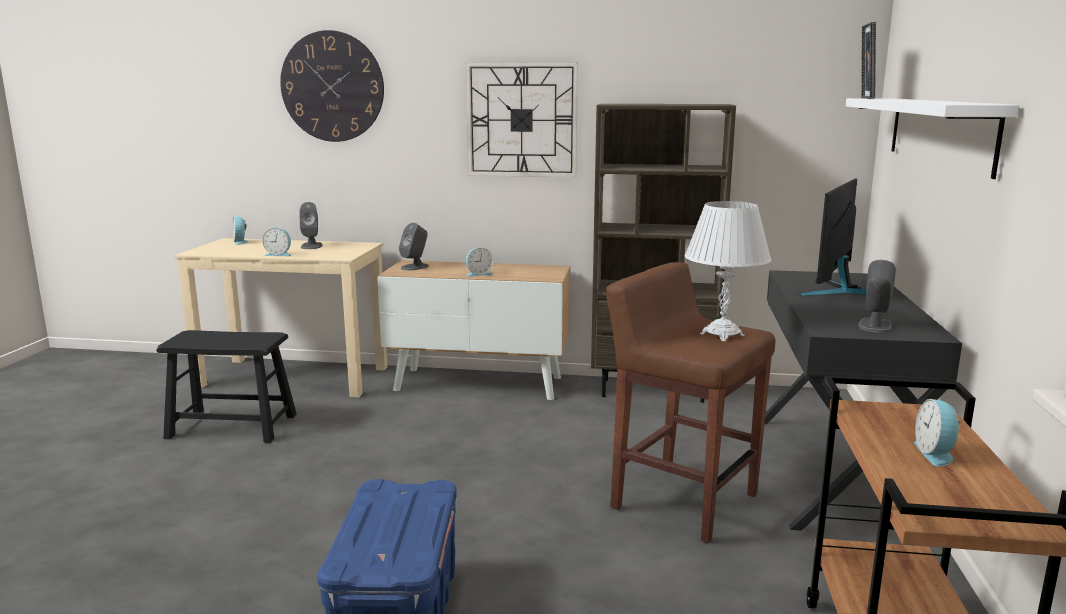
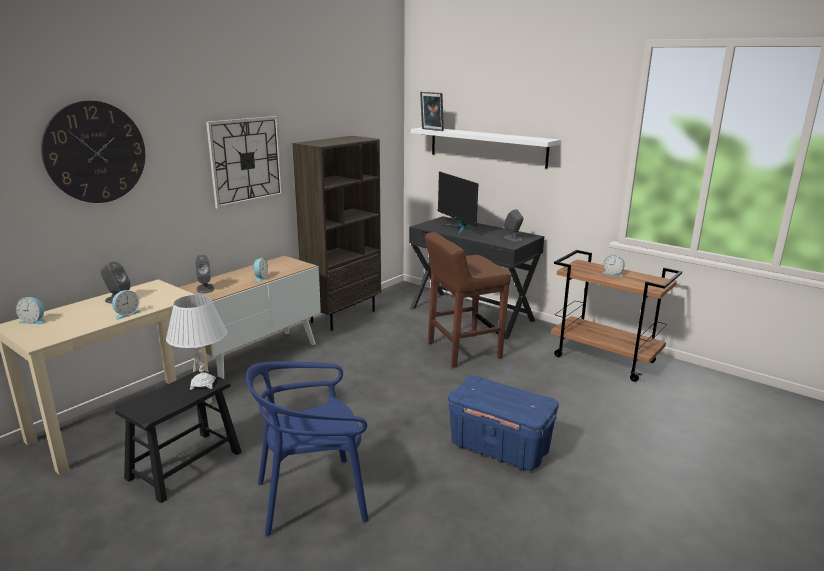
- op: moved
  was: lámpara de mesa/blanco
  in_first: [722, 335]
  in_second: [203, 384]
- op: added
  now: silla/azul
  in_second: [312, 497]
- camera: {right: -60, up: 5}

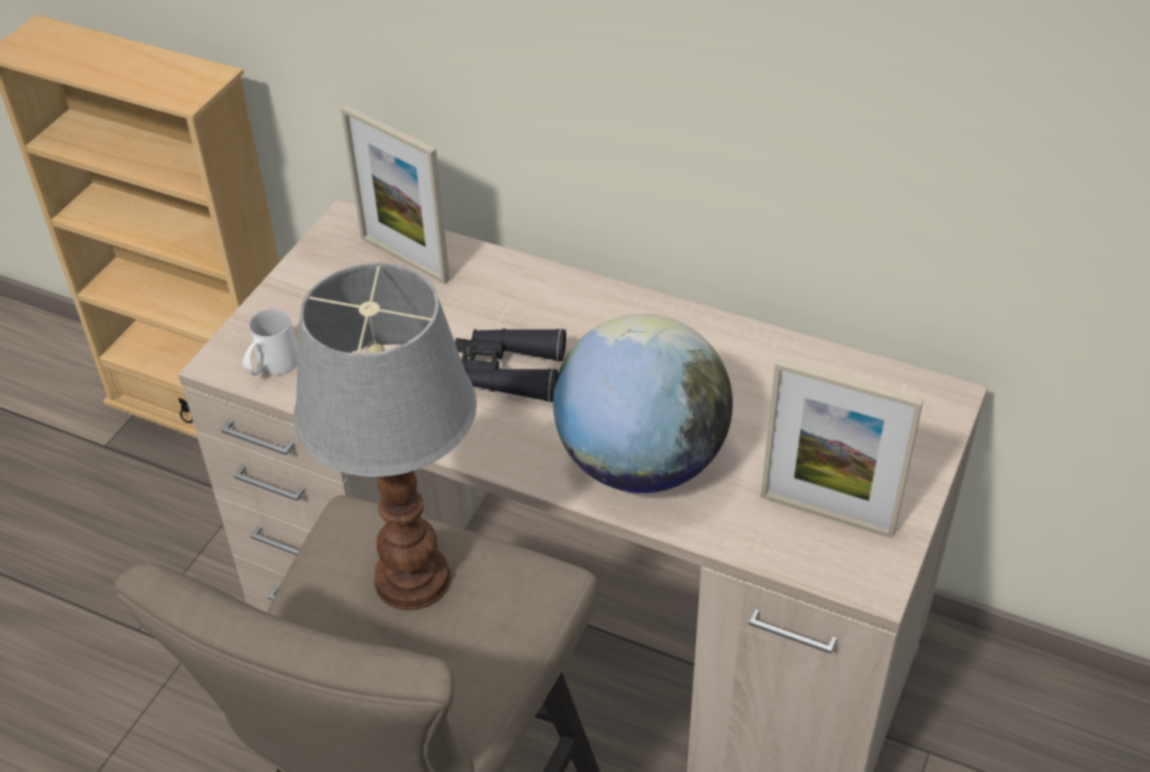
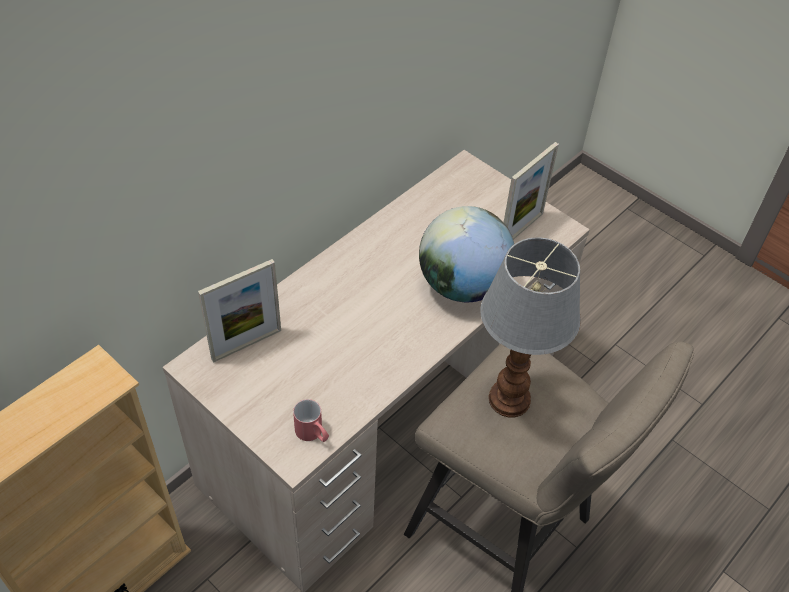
- op: recoloured
  was: taza grande/blanco
  now: taza grande/rojo
  in_first: [271, 368]
  in_second: [313, 434]
- op: removed
  was: prismáticos/negro
  in_first: [507, 372]
- camera: {right: -75, up: 5}

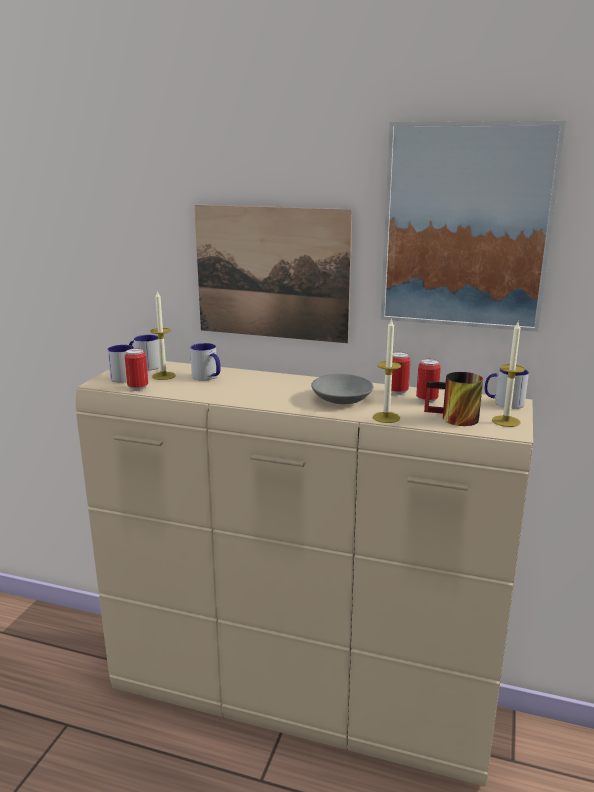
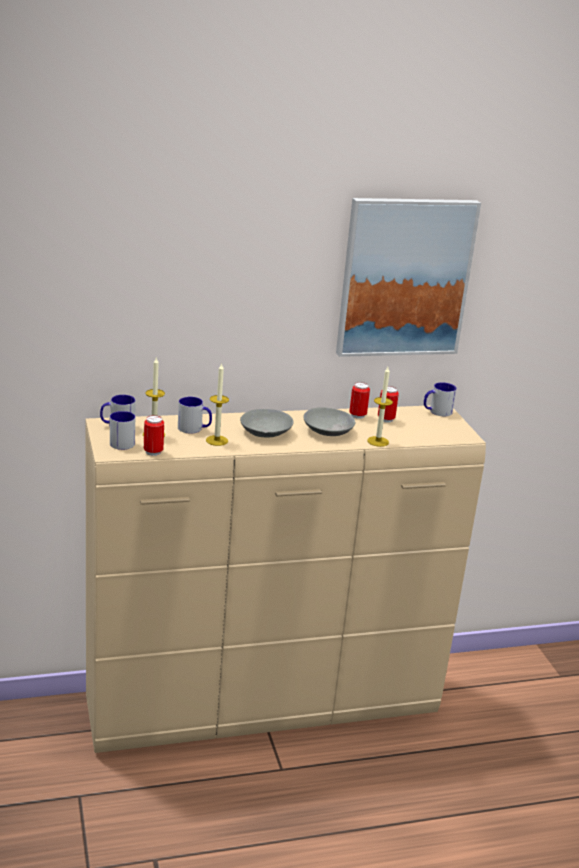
- op: removed
  was: cuadro
  in_first: [272, 273]
- op: removed
  was: taza grande
  in_first: [453, 419]
- op: moved
  was: vela
  in_first: [506, 421]
  in_second: [217, 440]
- op: added
  now: cuenco/gris
  in_second: [265, 432]
- camera: {right: -35, up: 5}

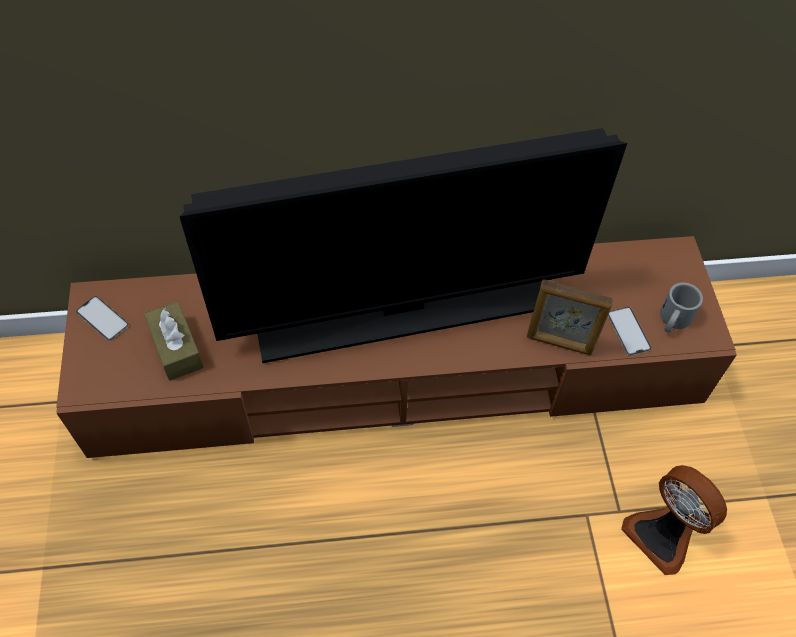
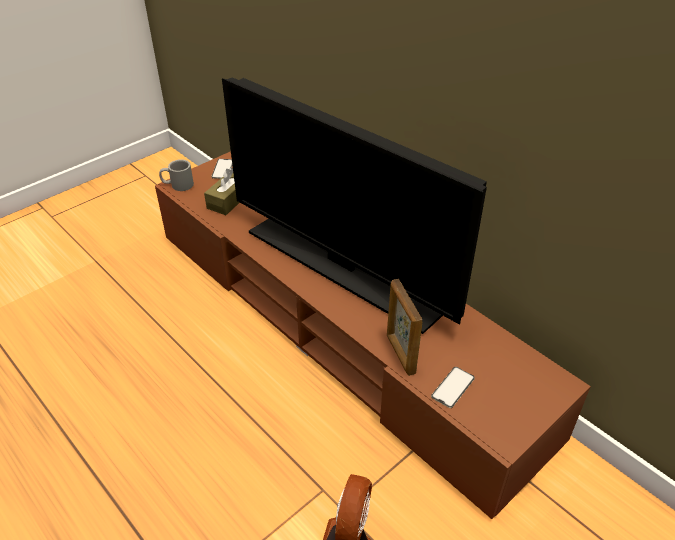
- op: moved
  was: taza grande/gris
  in_first: [672, 321]
  in_second: [177, 185]
- camera: {right: 55, up: -15}

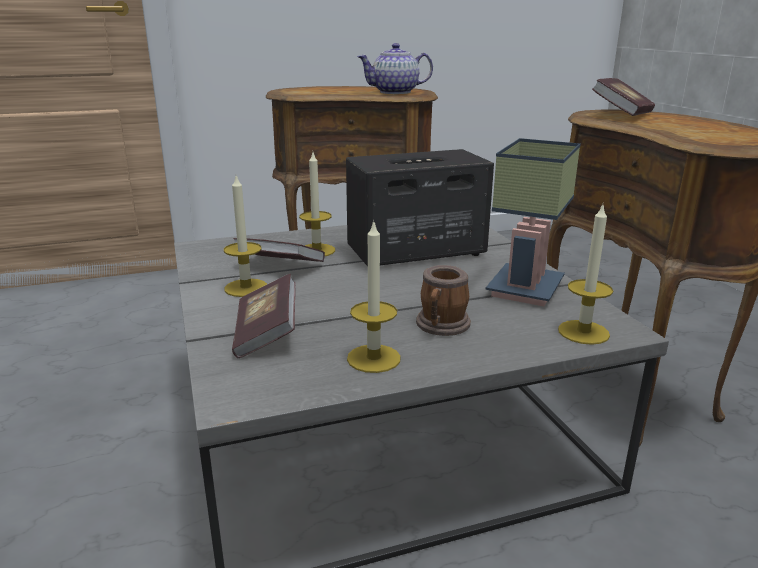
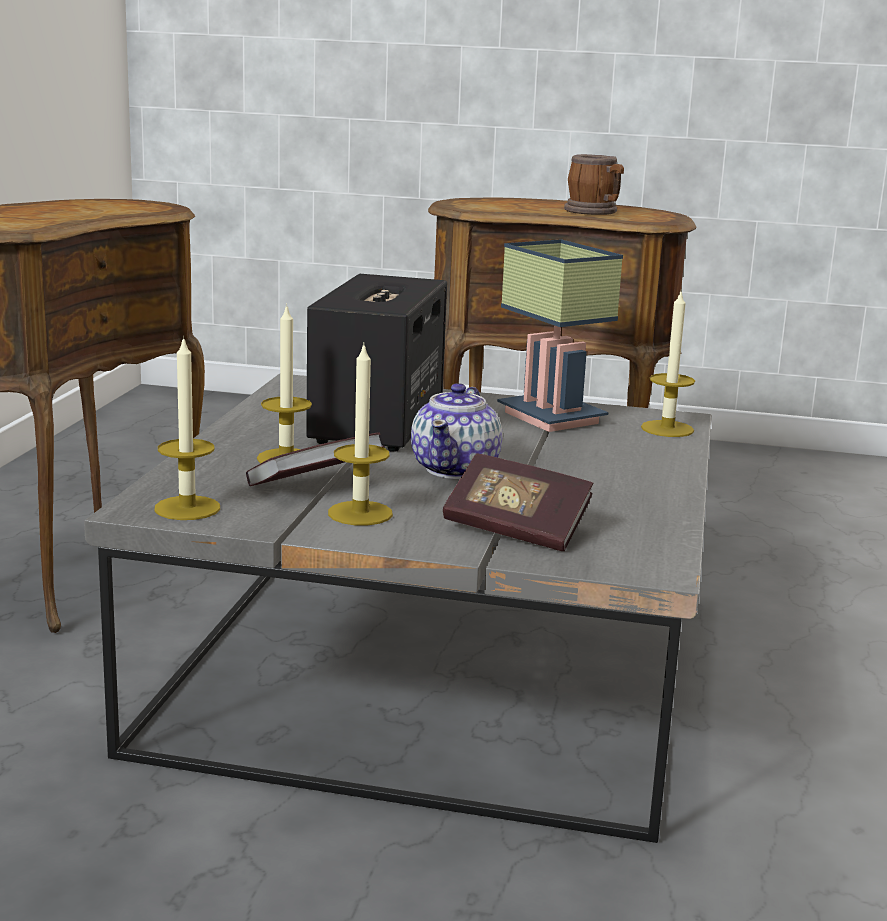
- op: moved
  was: vela
  in_first: [373, 358]
  in_second: [187, 508]
- op: moved
  was: tetera
  in_first: [395, 92]
  in_second: [456, 469]
- op: moved
  was: taza grande
  in_first: [441, 326]
  in_second: [595, 212]
- op: removed
  was: libro
  in_first: [622, 115]
- camera: {right: -60, up: -5}

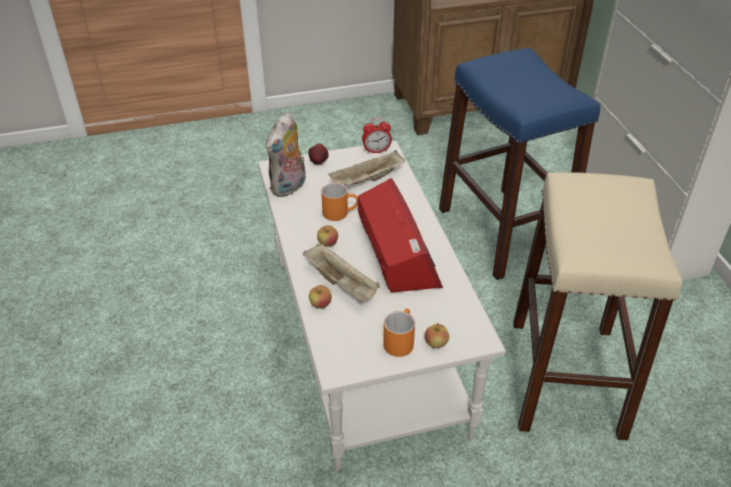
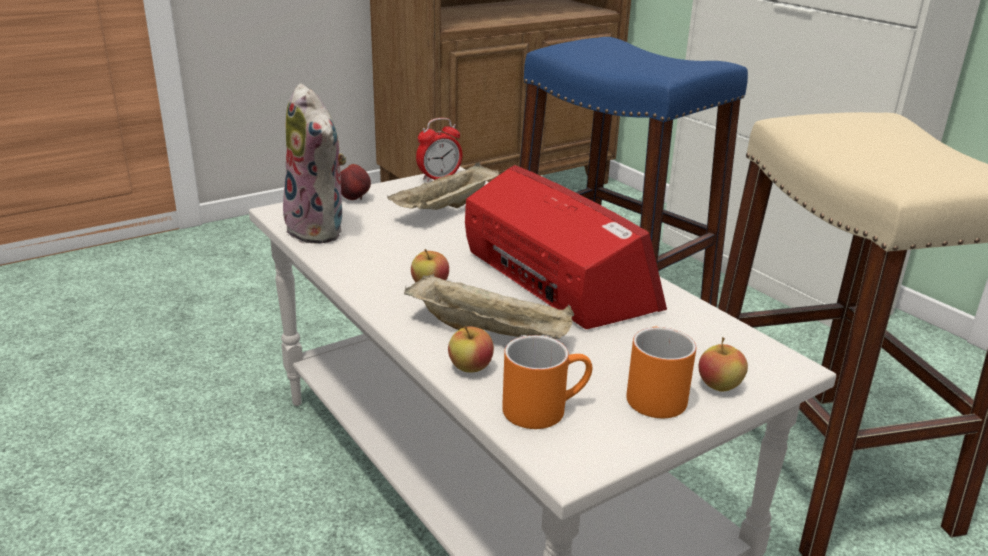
- op: turned
  was: peluche
  in_first: [289, 187]
  in_second: [320, 230]
  clockwise: -45
- op: moved
  was: taza grande/naranja
  in_first: [340, 212]
  in_second: [545, 407]
- camera: {right: -20, up: -15}

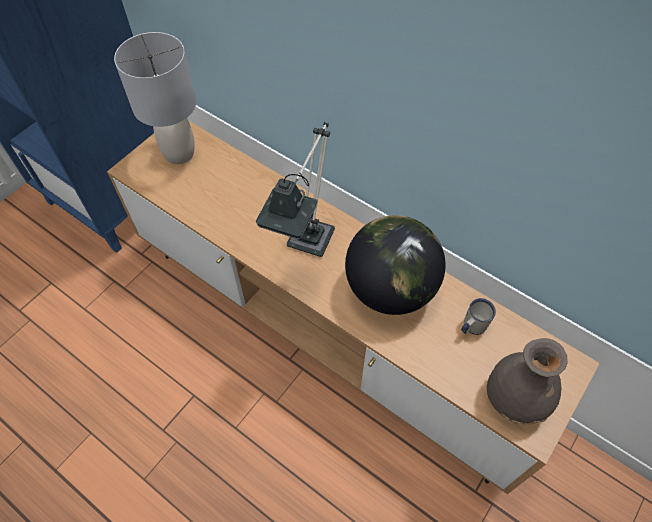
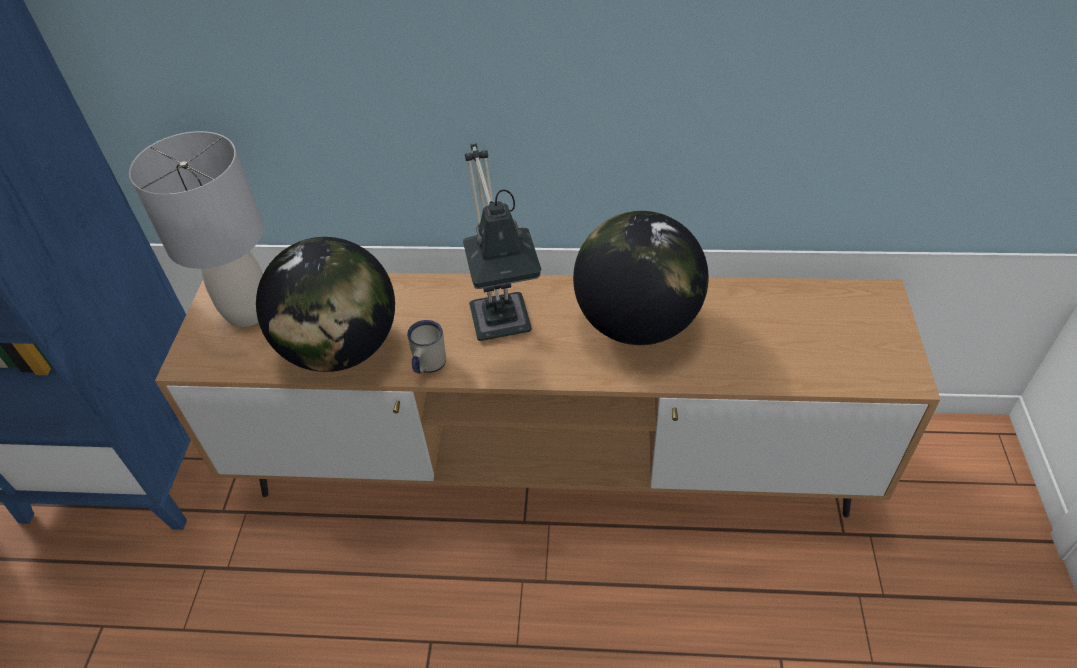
- op: moved
  was: taza grande/blanco
  in_first: [471, 327]
  in_second: [427, 366]
- op: removed
  was: florero/gris
  in_first: [516, 398]
- op: added
  now: globo terráqueo
  in_second: [341, 348]
- camera: {right: -30, up: -10}

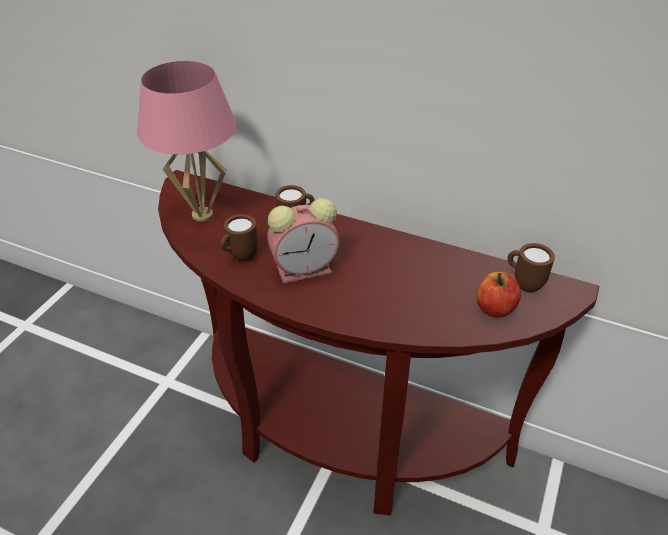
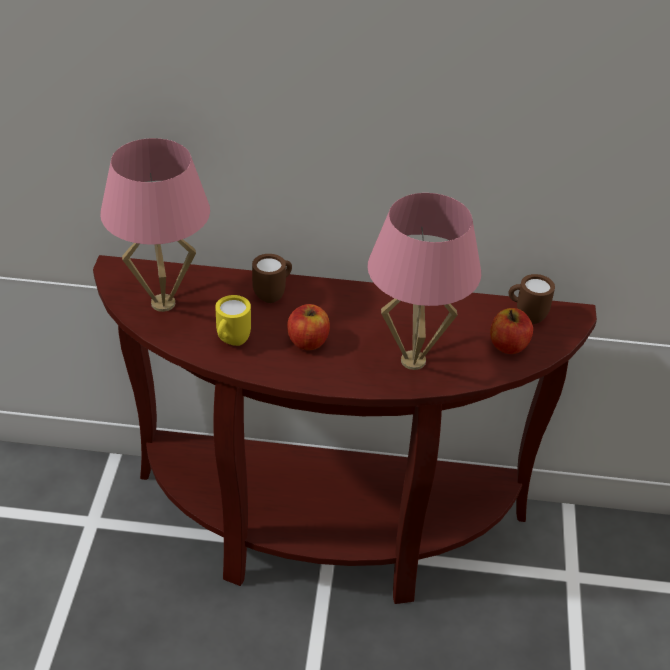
- op: recoloured
  was: taza grande/marrón
  now: taza grande/amarillo
  in_first: [240, 257]
  in_second: [231, 342]
- op: replaced
  was: despertador
  now: manzana
  in_first: [306, 268]
  in_second: [308, 341]
- op: added
  now: lámpara de mesa/rosa
  in_second: [412, 361]
- camera: {right: -20, up: 0}

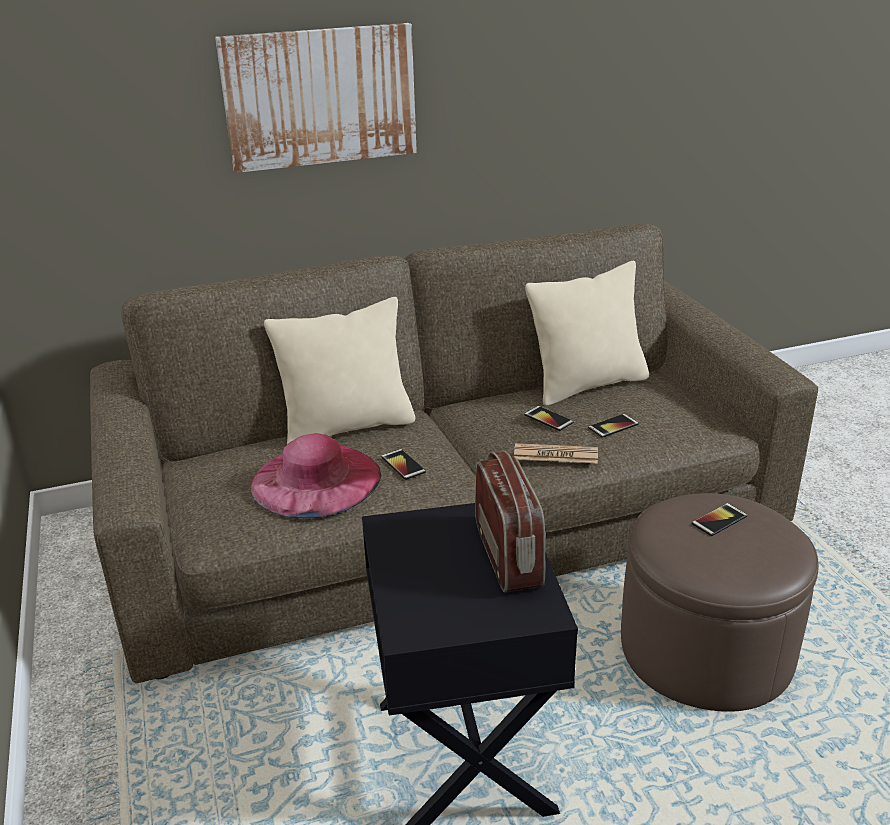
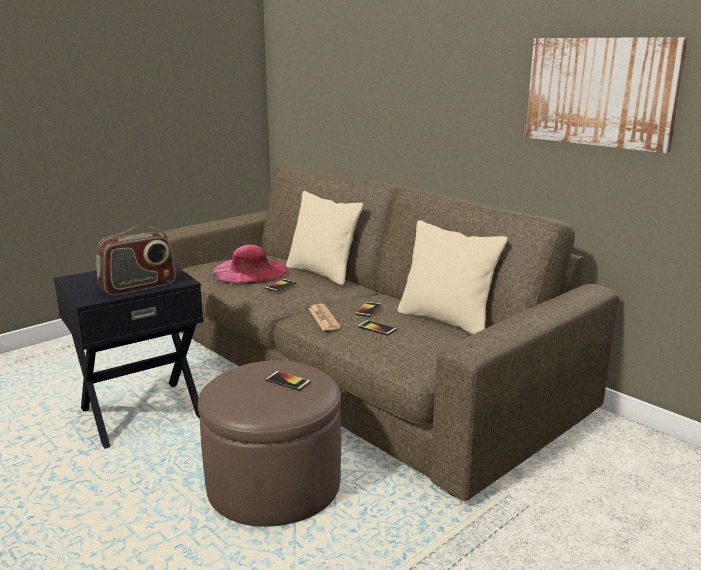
- op: moved
  was: cuadro
  in_first: [320, 97]
  in_second: [600, 92]
- camera: {right: 65, up: -10}

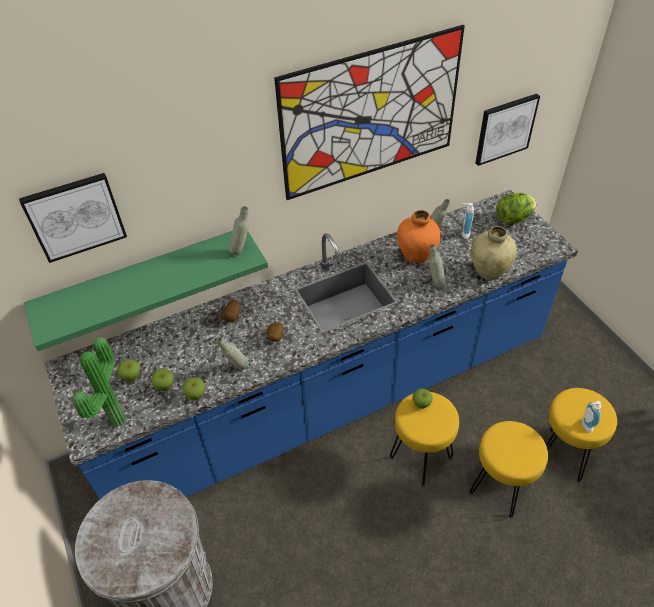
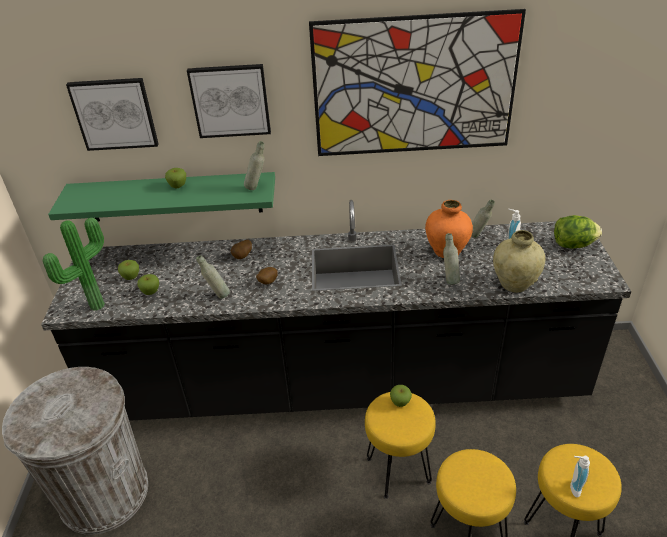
- op: recoloured
  was: mueble bajo de cocina/azul
  now: mueble bajo de cocina/negro
  in_first: [331, 399]
  in_second: [340, 385]
- op: moved
  was: manzana
  in_first: [196, 395]
  in_second: [178, 186]
- op: moved
  was: cuadro
  in_first: [505, 128]
  in_second: [230, 100]
- camera: {right: 25, up: -10}

